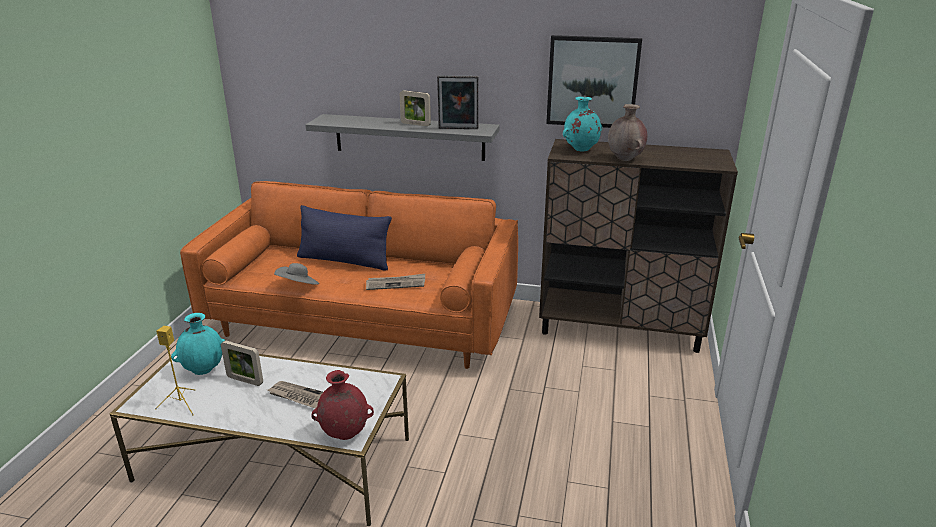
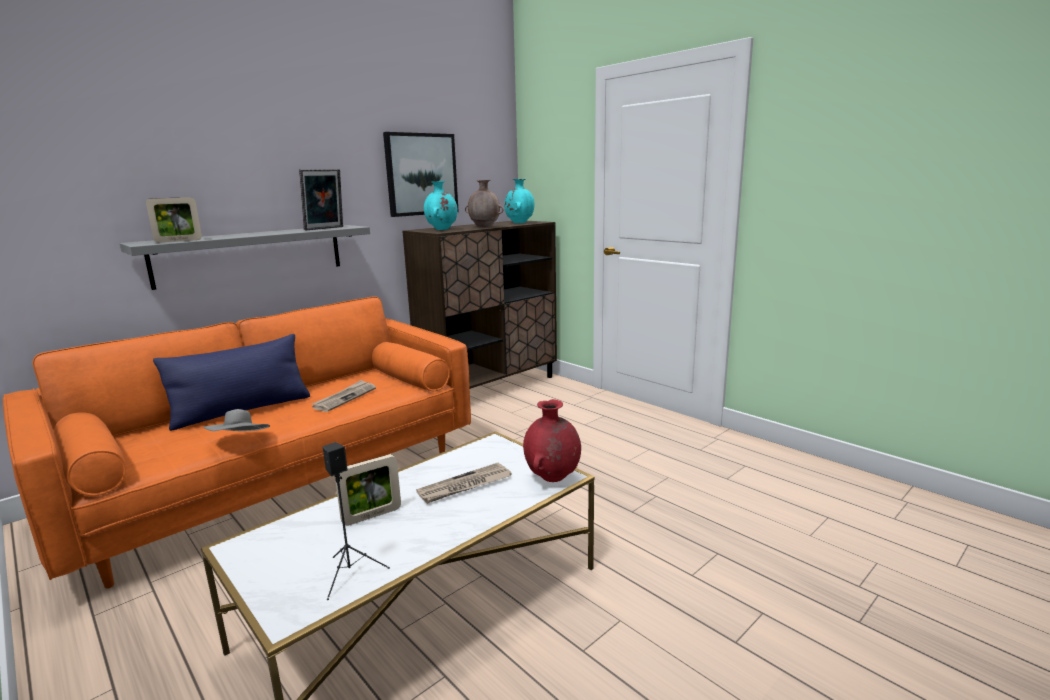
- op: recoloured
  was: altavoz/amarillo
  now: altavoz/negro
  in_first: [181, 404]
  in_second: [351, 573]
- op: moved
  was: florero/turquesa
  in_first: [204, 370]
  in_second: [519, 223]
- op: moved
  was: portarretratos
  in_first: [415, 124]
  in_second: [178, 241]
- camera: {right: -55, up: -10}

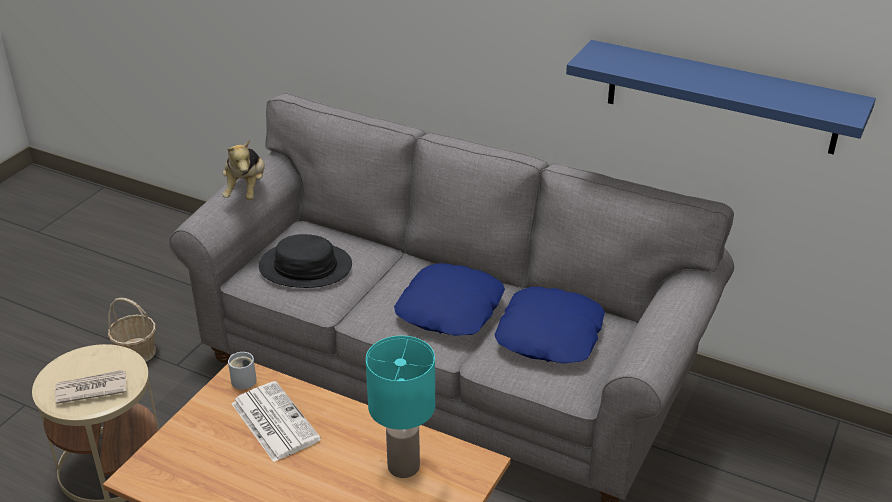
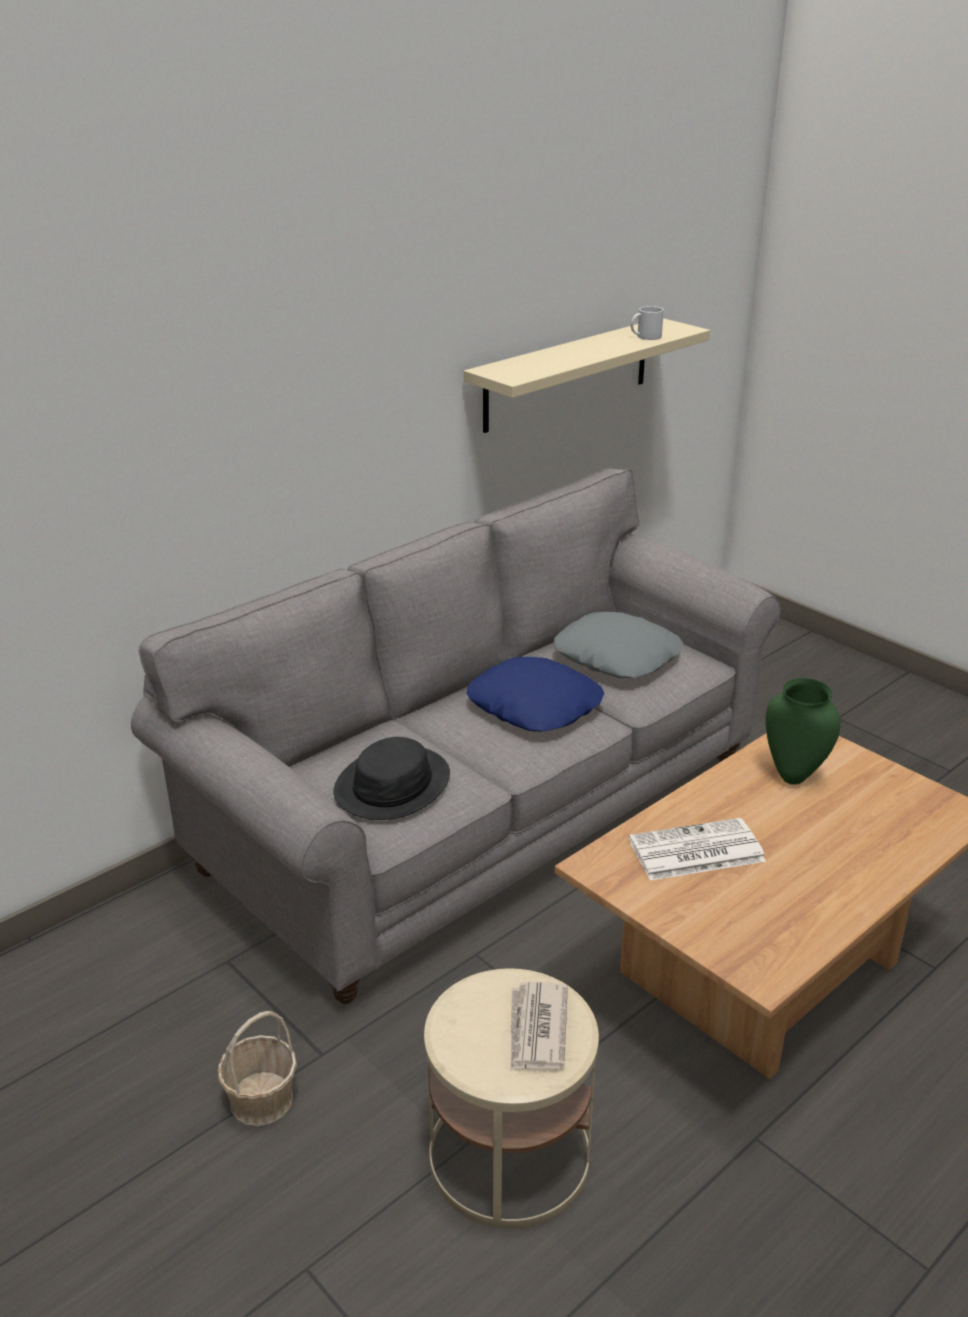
- op: removed
  was: peluche
  in_first: [246, 190]
- op: moved
  was: taza grande/blanco
  in_first: [243, 379]
  in_second: [646, 336]
- op: replaced
  was: lámpara de mesa/turquesa
  now: florero/verde
  in_first: [404, 467]
  in_second: [794, 776]
- op: recoloured
  was: cojín/azul
  now: cojín/gris
  in_first: [550, 335]
  in_second: [617, 656]
- op: recoloured
  was: estante/azul
  now: estante/beis
  in_first: [721, 97]
  in_second: [567, 374]
- camera: {right: -70, up: -5}

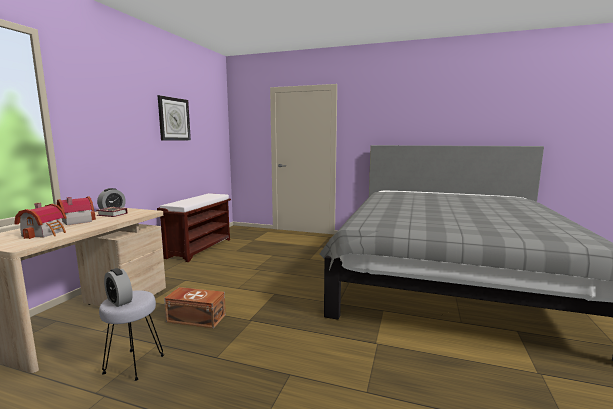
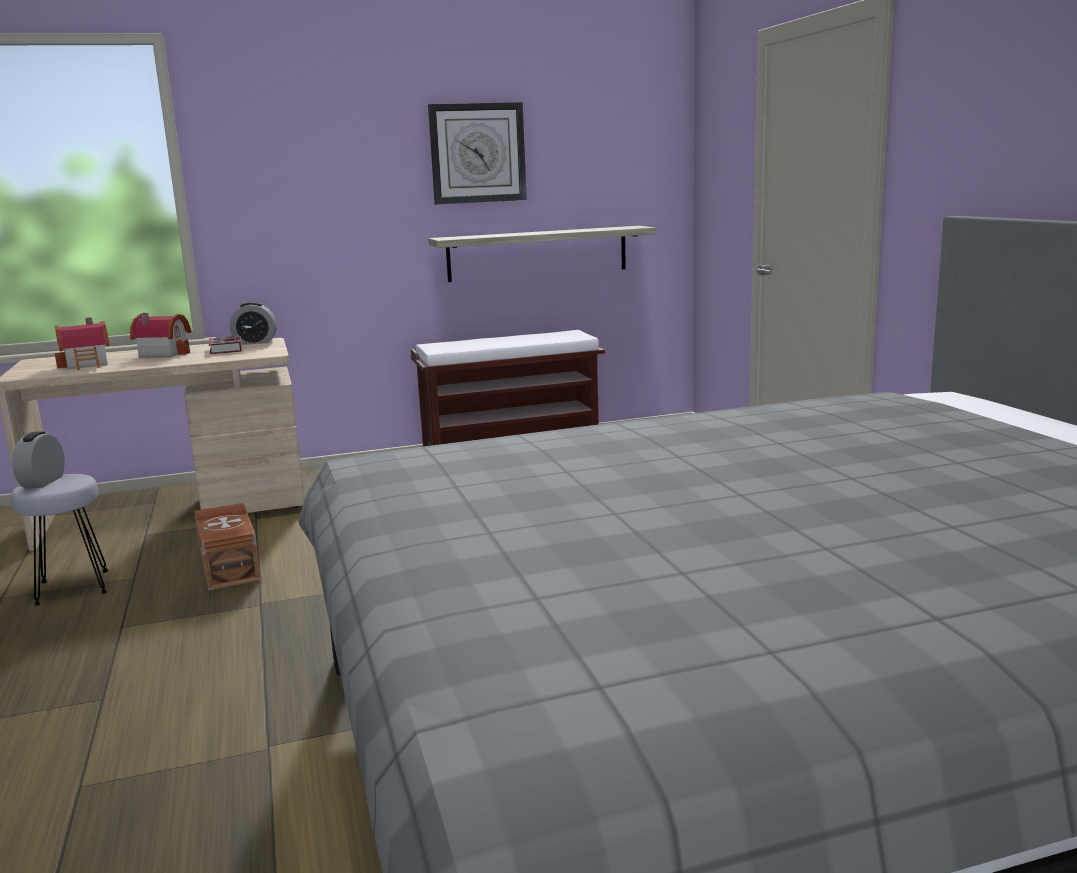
- op: added
  now: estante
  in_second: [538, 253]
- camera: {right: 55, up: 5}

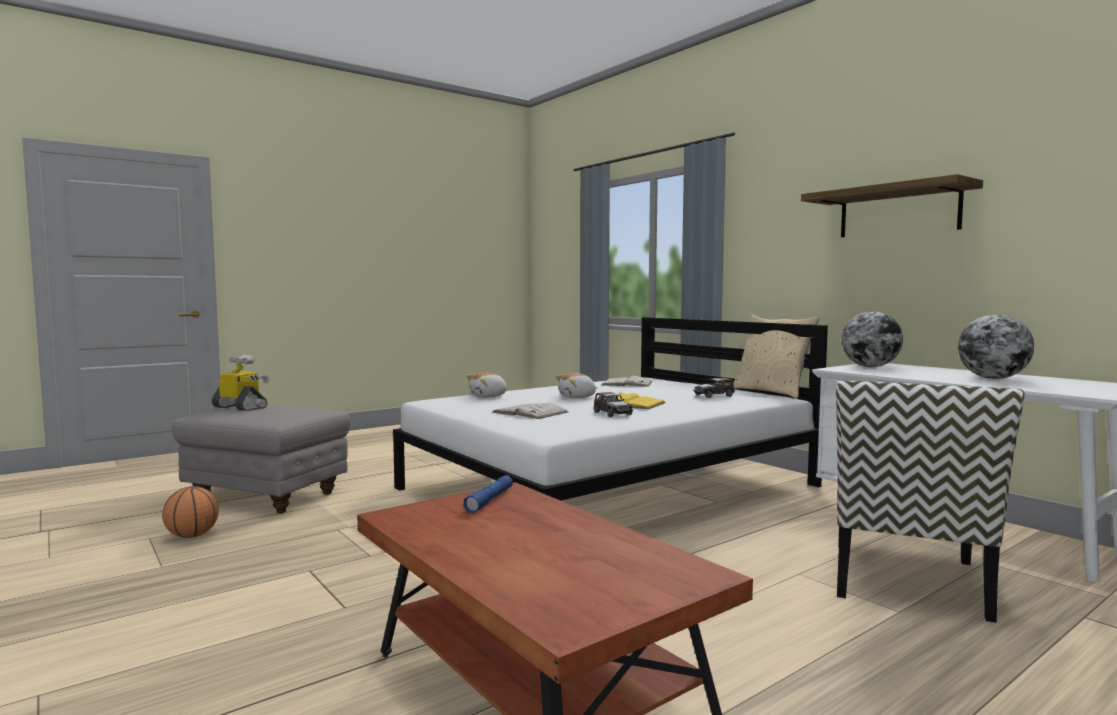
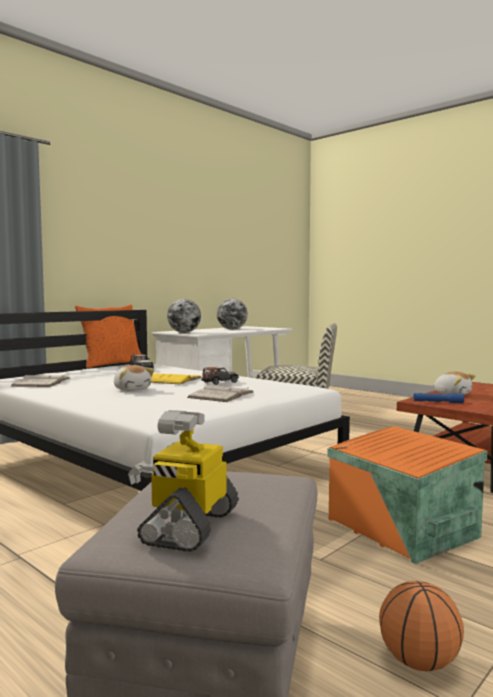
- op: moved
  was: peluche
  in_first: [488, 396]
  in_second: [452, 394]
- op: recoloured
  was: cojín/beis
  now: cojín/naranja
  in_first: [772, 392]
  in_second: [111, 364]
- op: removed
  was: estante
  in_first: [898, 211]
- op: added
  now: caja de almacenaje/naranja
  in_second: [401, 529]
- camera: {right: -100, up: 0}

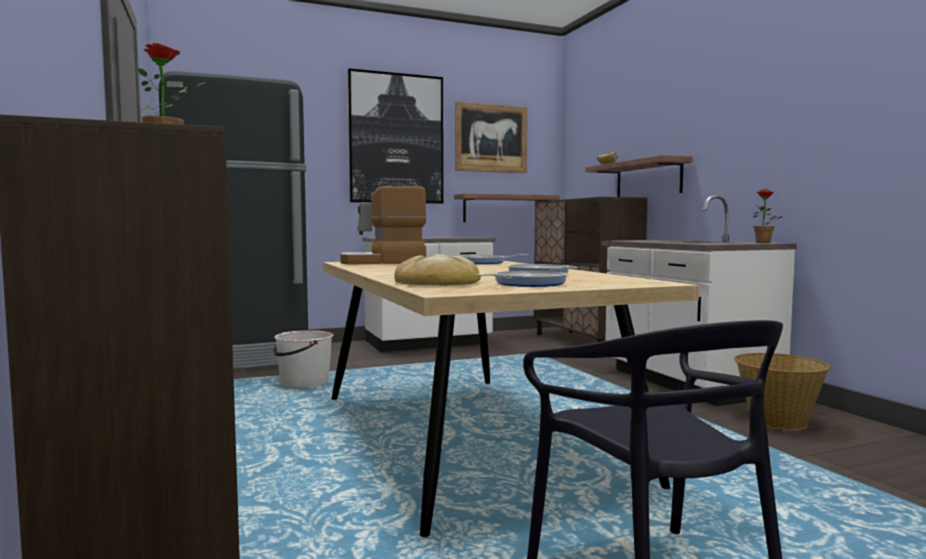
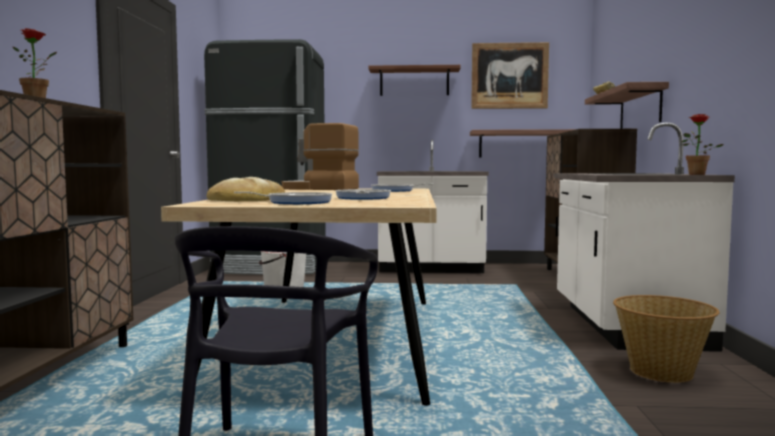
- op: replaced
  was: cuadro
  now: estante
  in_first: [396, 139]
  in_second: [414, 82]
- camera: {right: 25, up: 0}

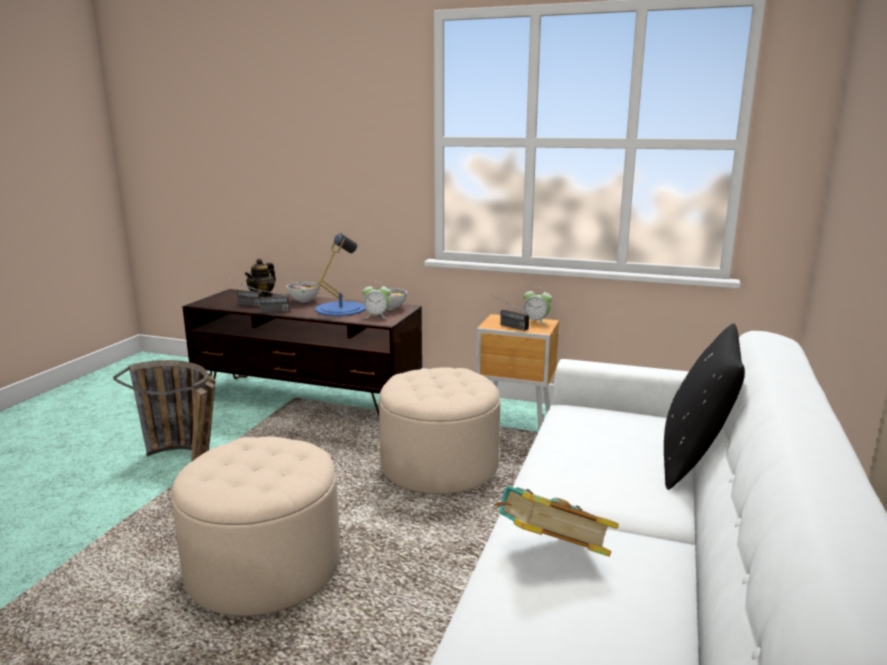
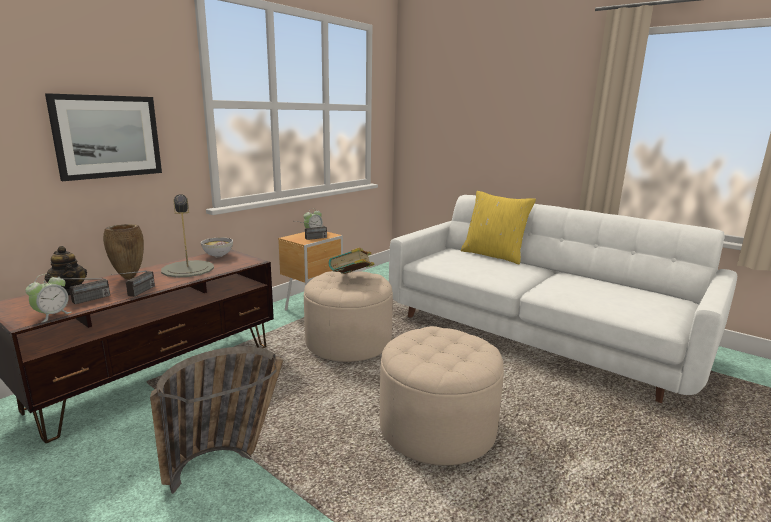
- op: replaced
  was: cuenco
  now: florero/marrón
  in_first: [304, 301]
  in_second: [129, 277]
- op: recoloured
  was: lámpara de mesa/azul
  now: lámpara de mesa/gris
  in_first: [340, 309]
  in_second: [187, 269]
- op: moved
  was: despertador
  in_first: [377, 316]
  in_second: [52, 315]
- op: moved
  was: libro
  in_first: [551, 554]
  in_second: [351, 278]
- op: recoloured
  was: cojín/negro
  now: cojín/amarillo
  in_first: [694, 461]
  in_second: [494, 255]
- op: added
  now: cuadro
  in_second: [107, 136]
- camera: {right: -70, up: 0}

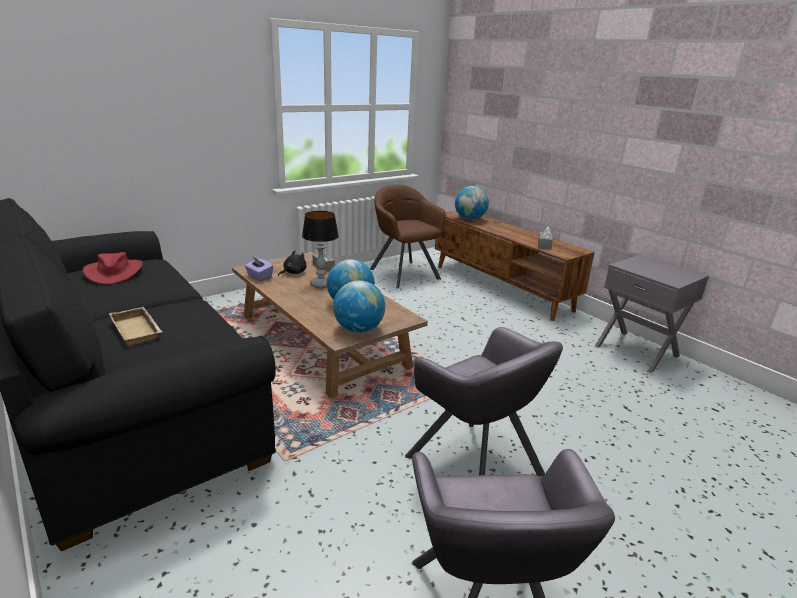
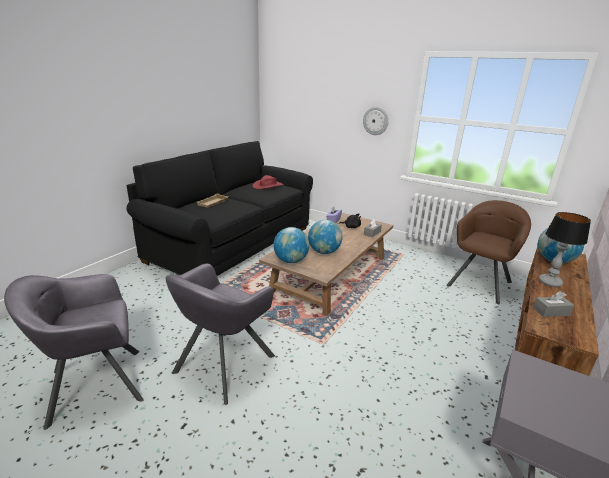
- op: moved
  was: lámpara de mesa
  in_first: [321, 285]
  in_second: [550, 282]
- op: added
  now: reloj de pared
  in_second: [375, 121]
- camera: {right: 70, up: 0}

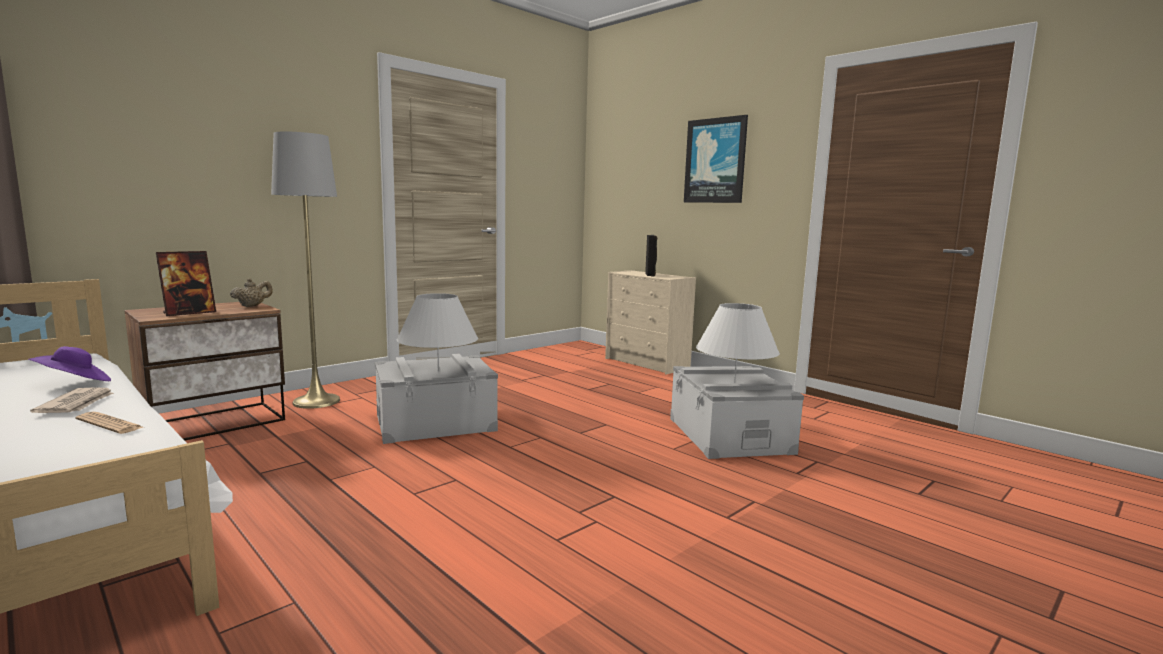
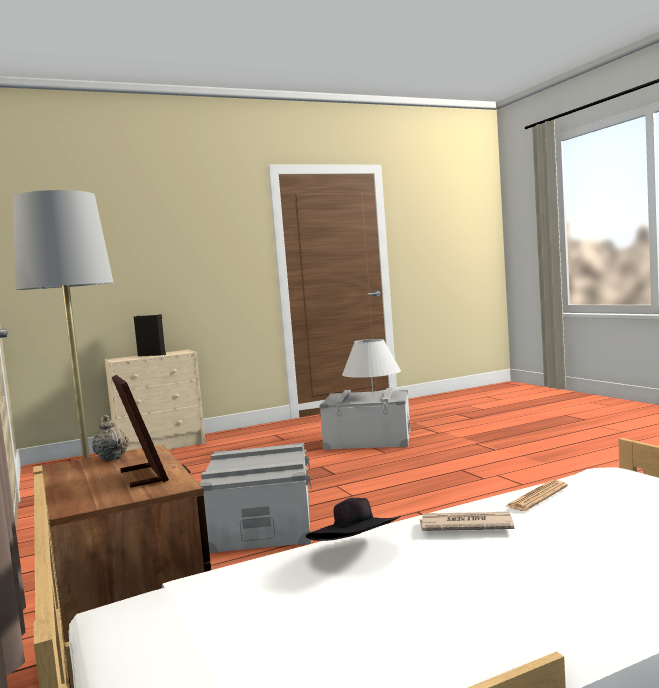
- op: recoloured
  was: sombrero/morado
  now: sombrero/negro
  in_first: [74, 383]
  in_second: [357, 553]
- op: removed
  was: lámpara de mesa/blanco
  in_first: [438, 371]
- op: removed
  was: cuadro
  in_first: [715, 161]
- camera: {right: -70, up: -5}

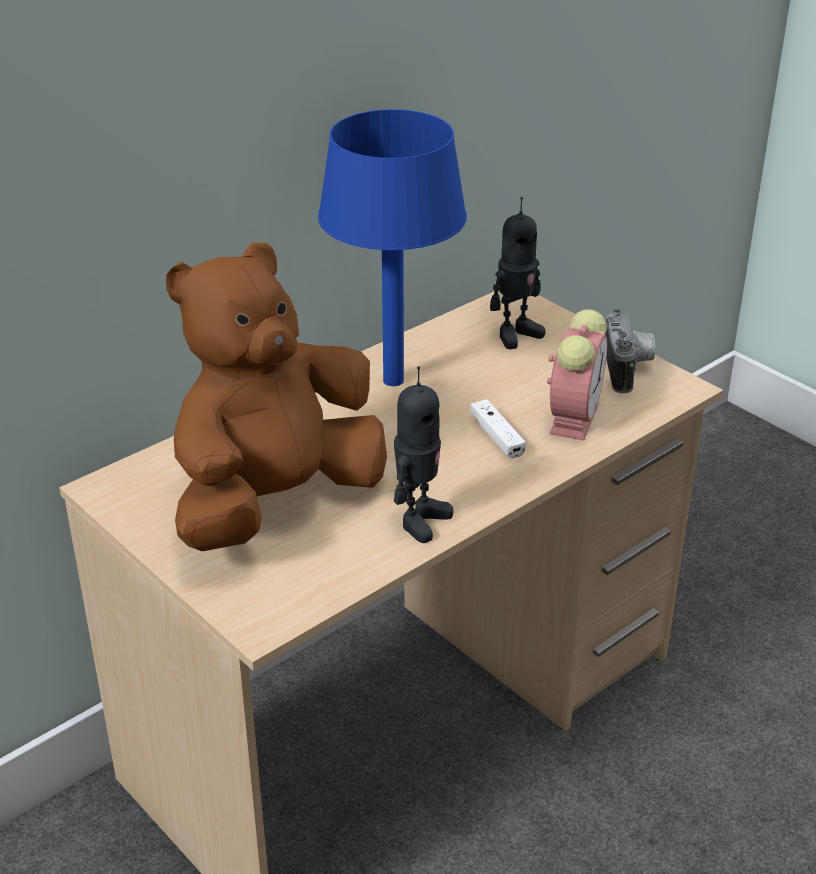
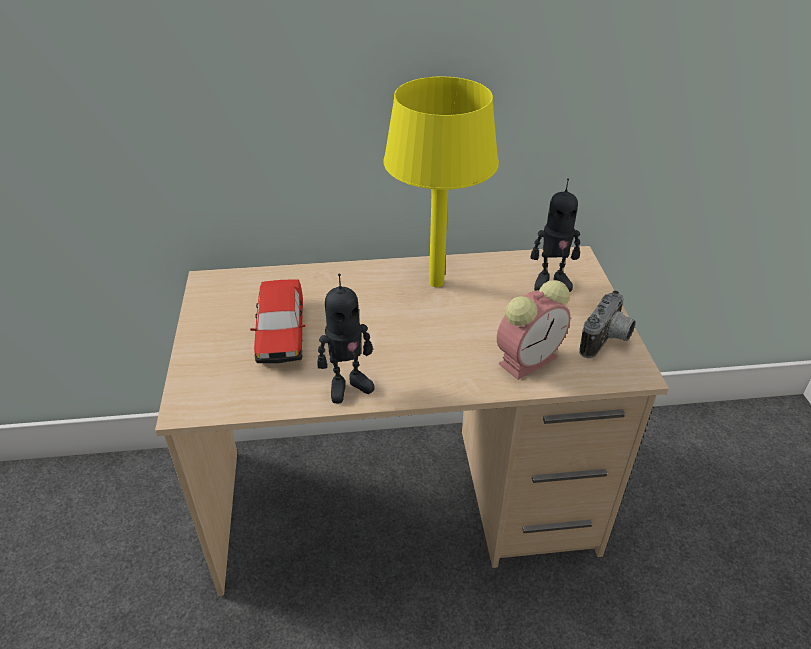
- op: replaced
  was: peluche/marrón
  now: coche de juguete
  in_first: [275, 502]
  in_second: [281, 332]
- op: recoloured
  was: lámpara de mesa/azul
  now: lámpara de mesa/amarillo
  in_first: [392, 380]
  in_second: [436, 281]
- op: removed
  was: mando de consola/blanco
  in_first: [497, 436]
- camera: {right: 35, up: 5}

